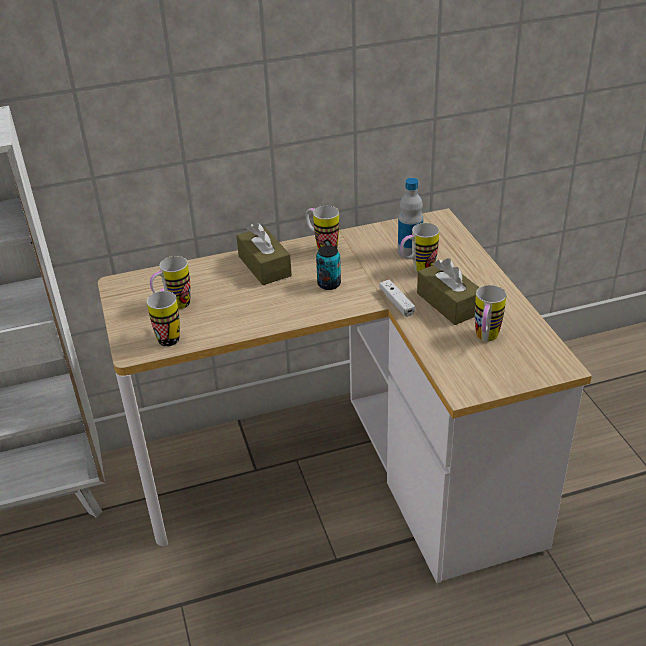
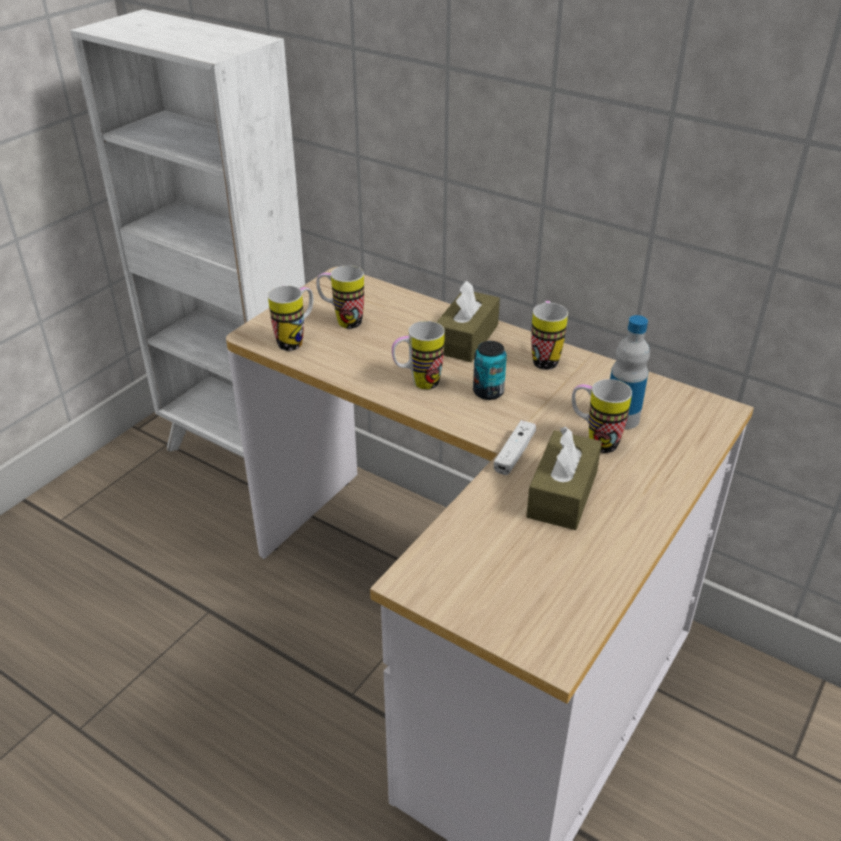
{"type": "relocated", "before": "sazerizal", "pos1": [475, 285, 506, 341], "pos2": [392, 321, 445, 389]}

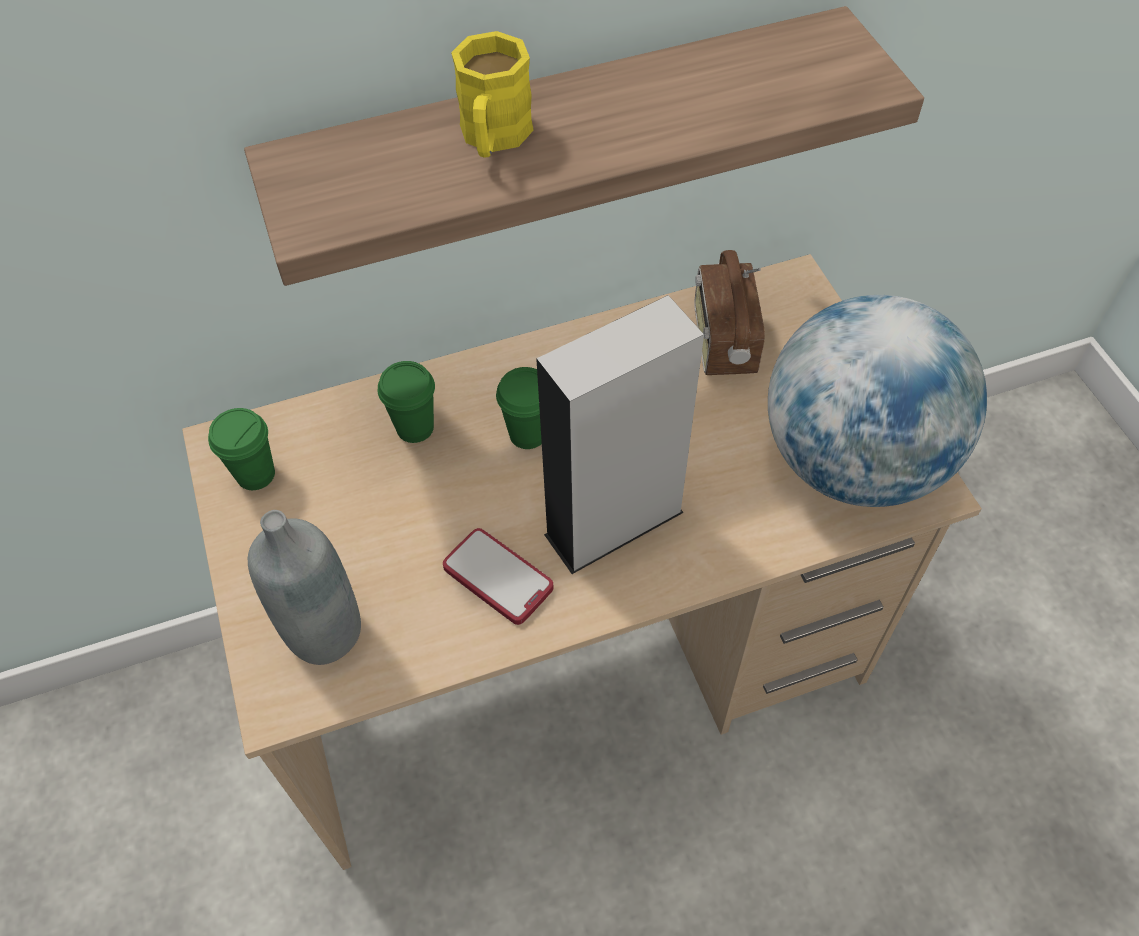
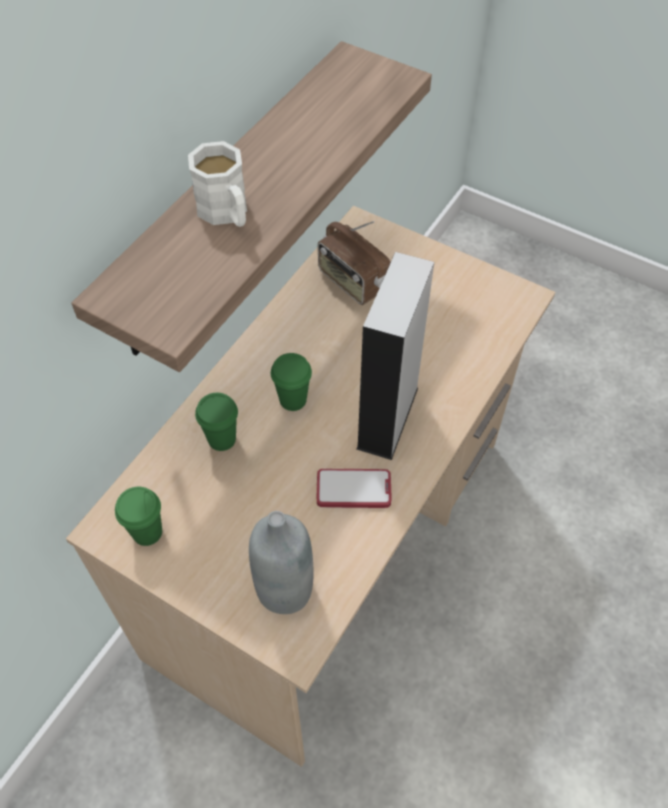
{"type": "colour", "before": "sazerizal (yellow)", "after": "sazerizal (white)", "pos1": [451, 31, 533, 158], "pos2": [188, 141, 247, 227]}
{"type": "missing", "before": "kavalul", "pos1": [768, 295, 987, 507]}

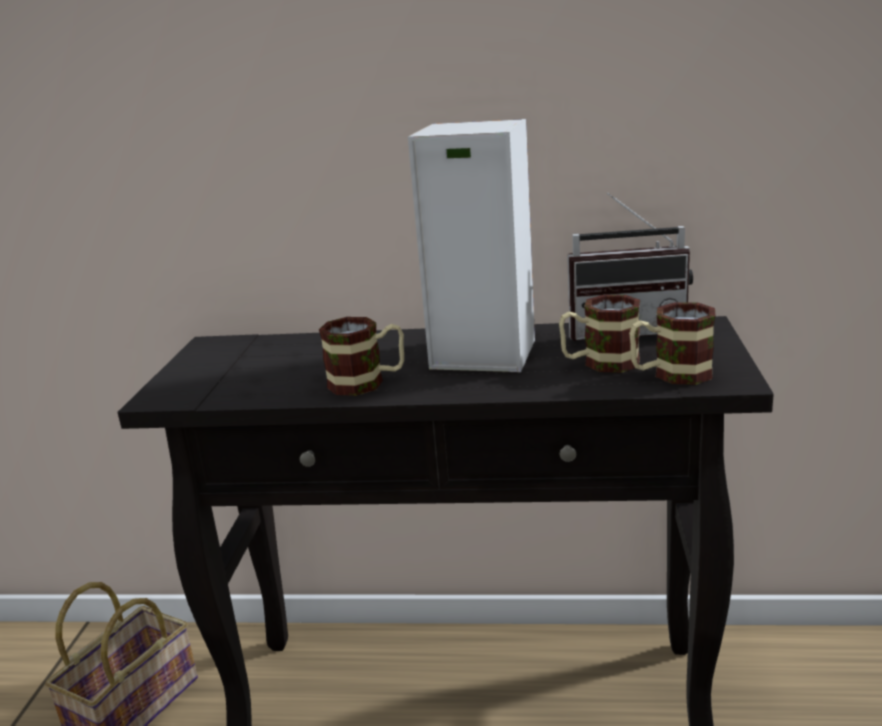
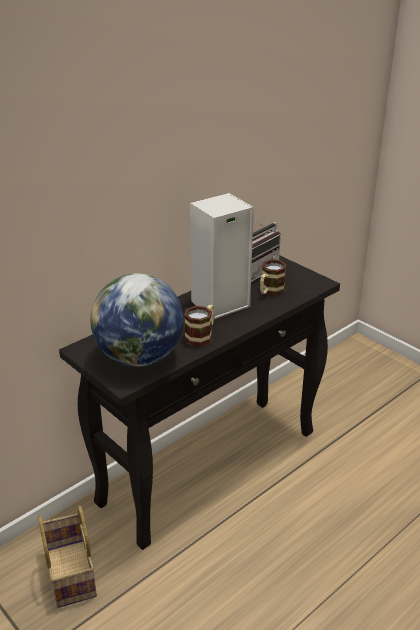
{"type": "missing", "before": "sazerizal", "pos1": [629, 302, 715, 385]}
{"type": "appeared", "after": "kavalul", "pos2": [90, 273, 183, 367]}

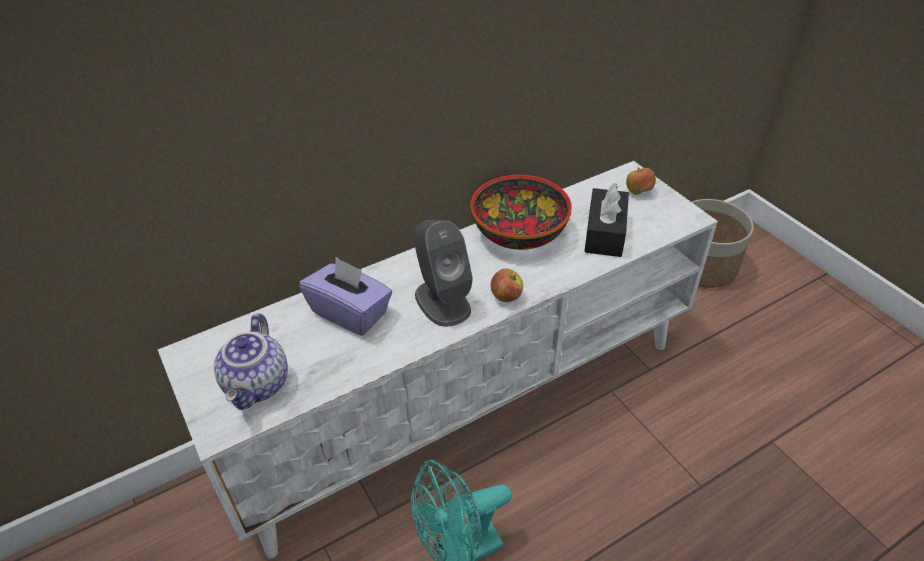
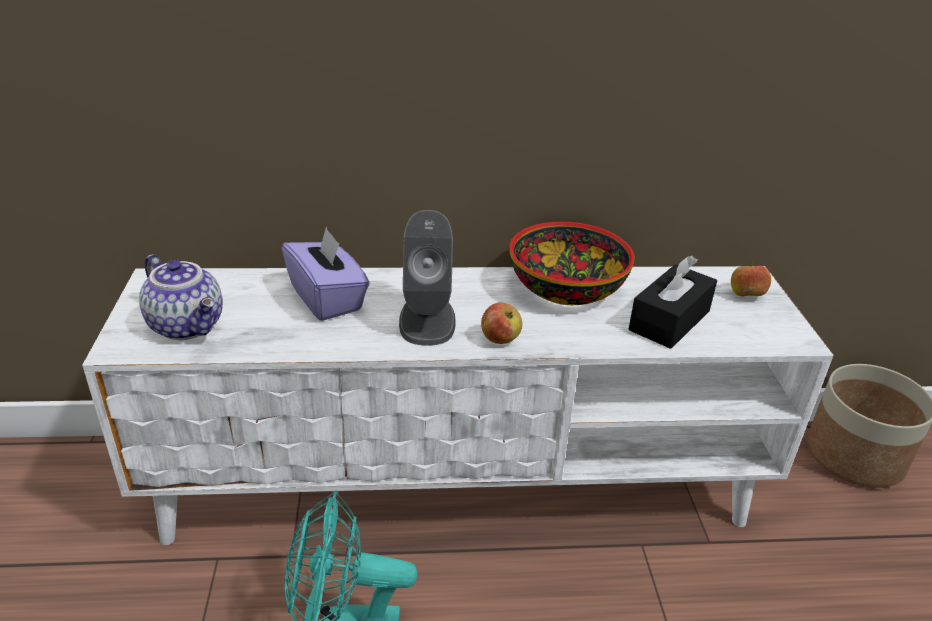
{"type": "spun", "before": "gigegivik", "pos1": [214, 313, 288, 410], "pos2": [139, 254, 223, 340], "turn": -75}

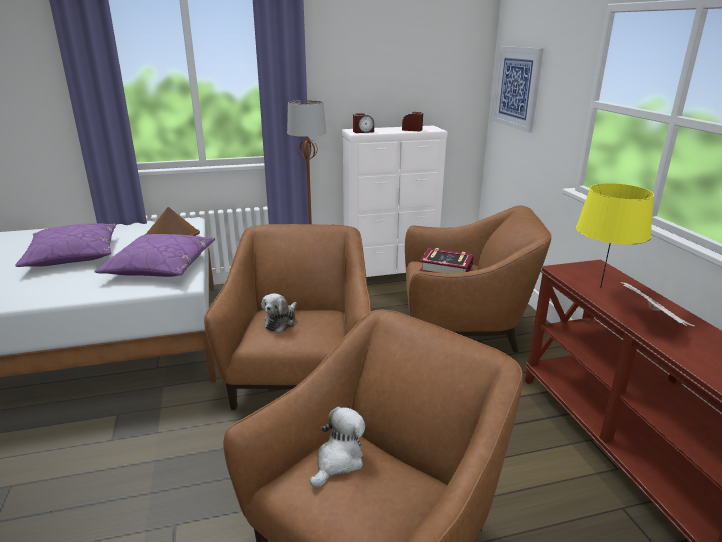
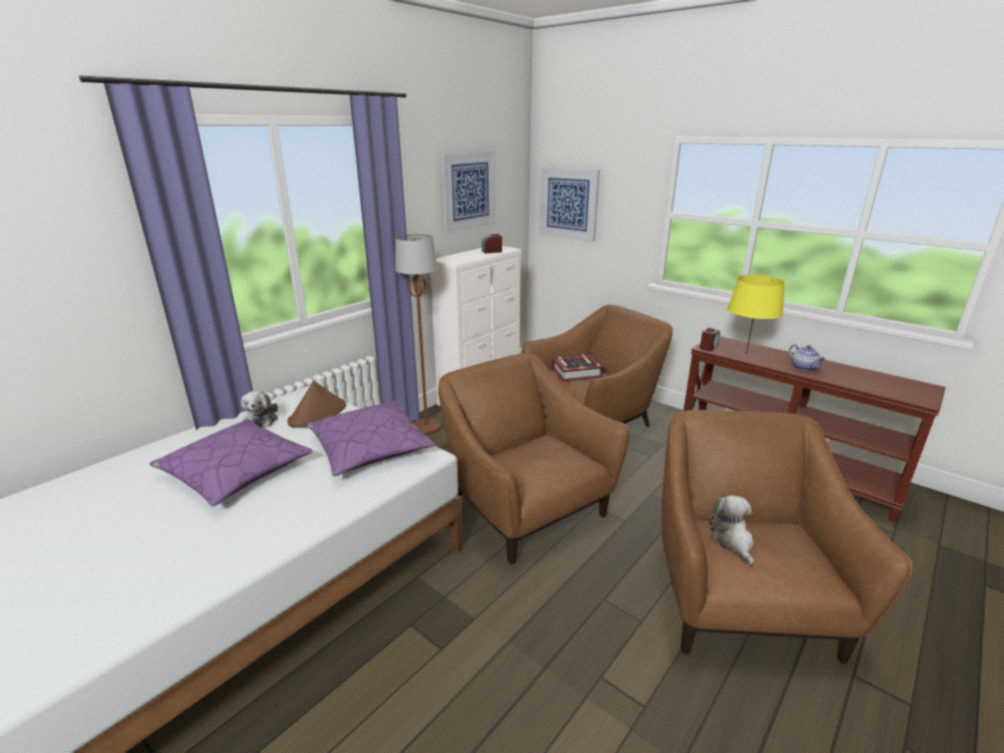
{"type": "relocated", "before": "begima", "pos1": [353, 113, 374, 133], "pos2": [700, 328, 720, 351]}
{"type": "exchanged", "before": "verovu", "after": "gigegivik", "pos1": [621, 282, 694, 326], "pos2": [789, 344, 826, 371]}
{"type": "relocated", "before": "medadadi", "pos1": [262, 293, 297, 333], "pos2": [241, 391, 278, 427]}
{"type": "appeared", "after": "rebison", "pos2": [441, 151, 495, 233]}

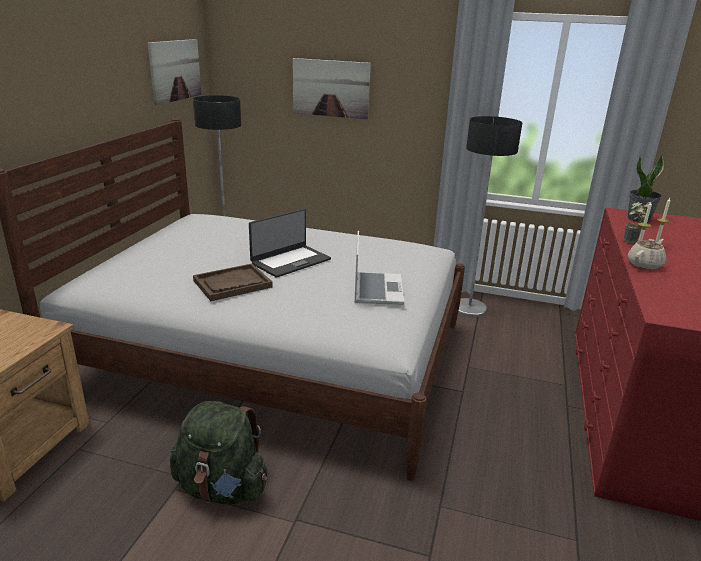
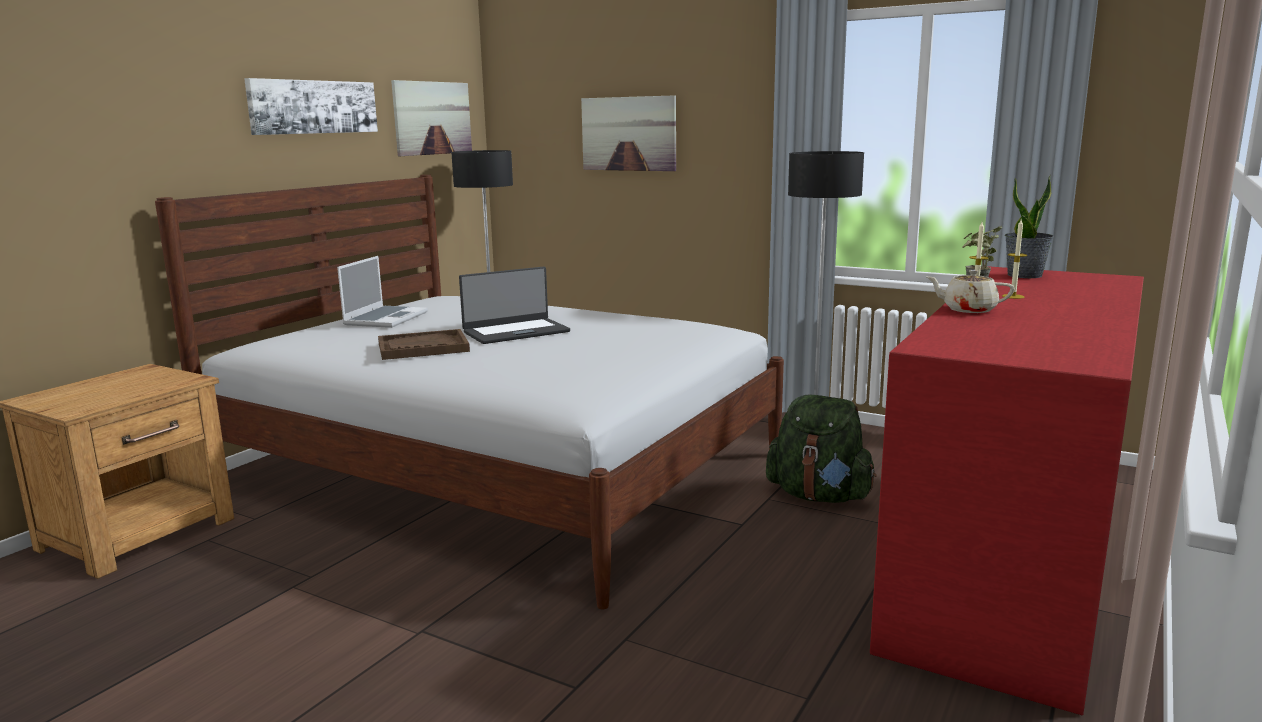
{"type": "relocated", "before": "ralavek", "pos1": [354, 231, 404, 305], "pos2": [337, 256, 428, 328]}
{"type": "spun", "before": "gigegivik (beige)", "pos1": [628, 239, 666, 269], "pos2": [927, 270, 1015, 313], "turn": -135}
{"type": "relocated", "before": "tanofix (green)", "pos1": [170, 401, 267, 505], "pos2": [766, 395, 877, 503]}
{"type": "appeared", "after": "rebison", "pos2": [244, 78, 378, 135]}

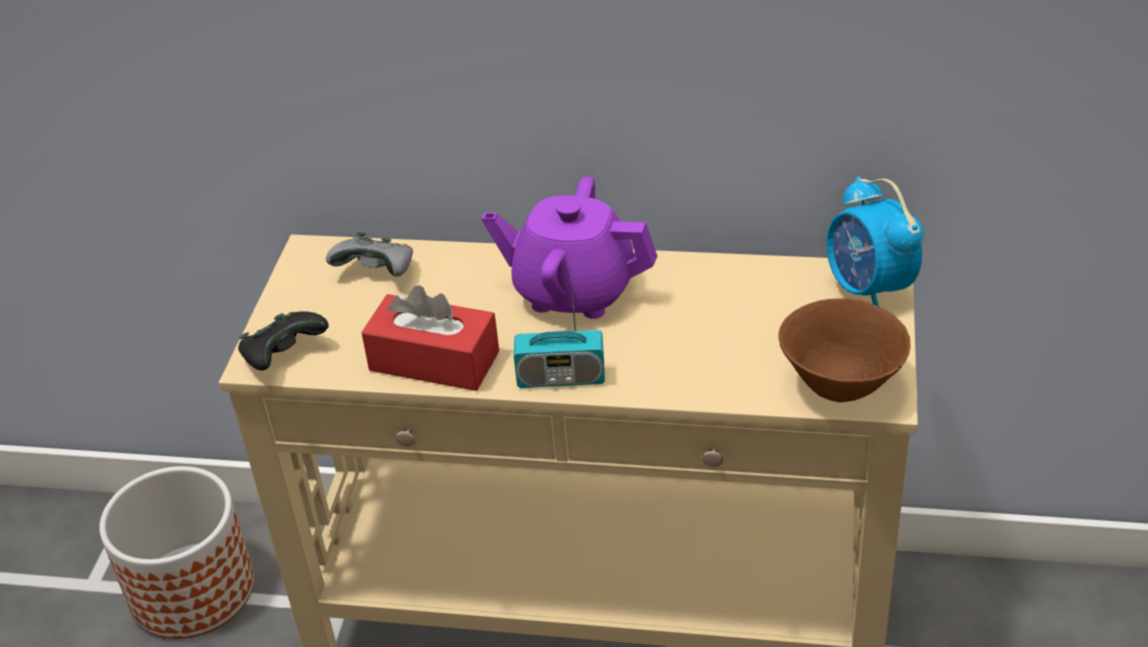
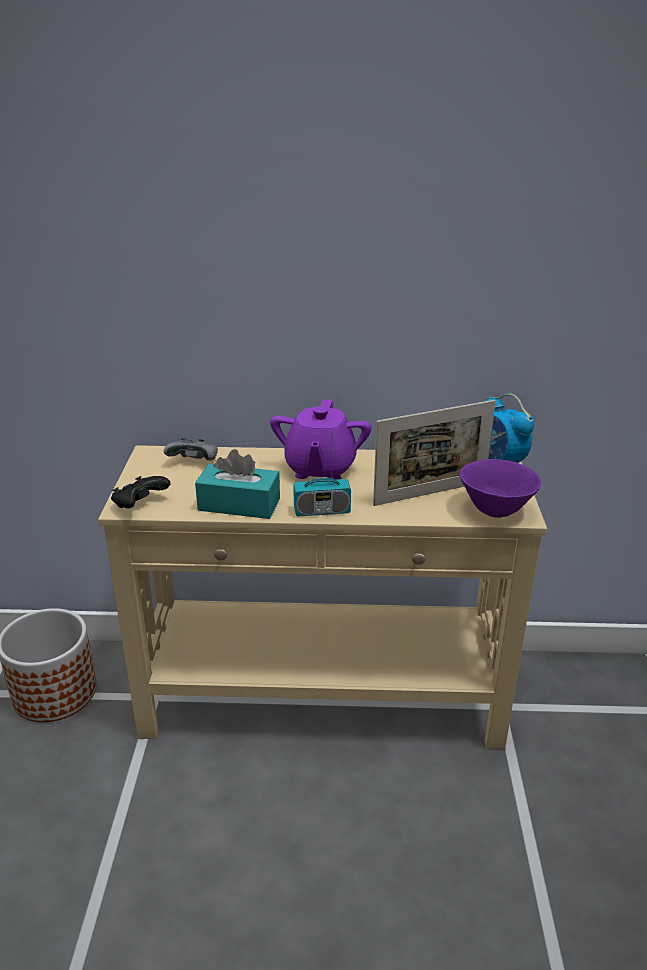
{"type": "spun", "before": "gigegivik (purple)", "pos1": [482, 176, 657, 319], "pos2": [270, 399, 372, 480], "turn": -90}
{"type": "colour", "before": "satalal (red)", "after": "satalal (turquoise)", "pos1": [361, 285, 499, 391], "pos2": [195, 449, 280, 519]}
{"type": "colour", "before": "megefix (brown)", "after": "megefix (purple)", "pos1": [779, 298, 910, 402], "pos2": [460, 459, 541, 518]}
{"type": "appeared", "after": "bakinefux", "pos2": [373, 400, 496, 506]}

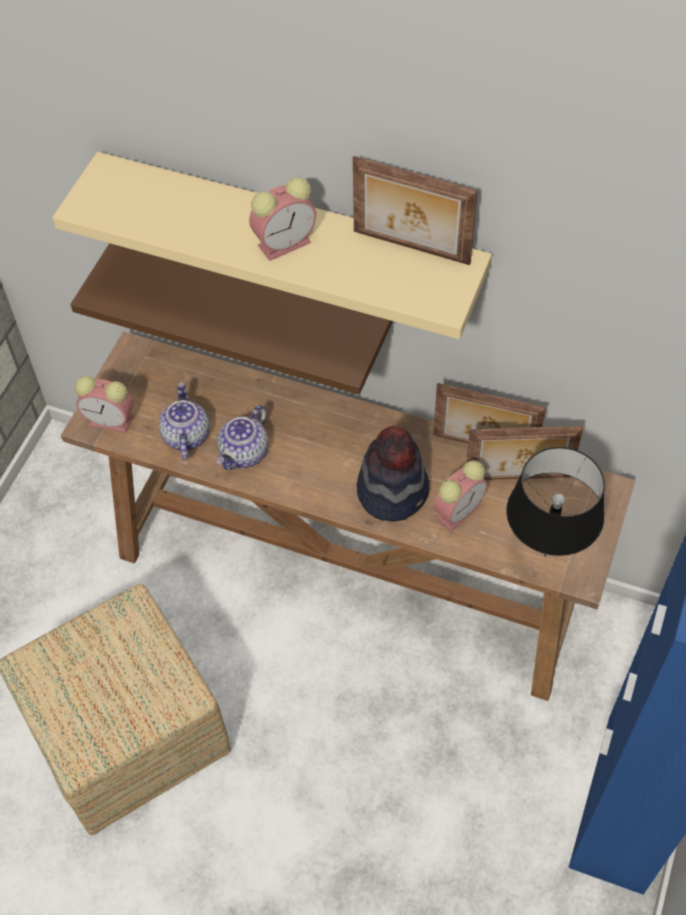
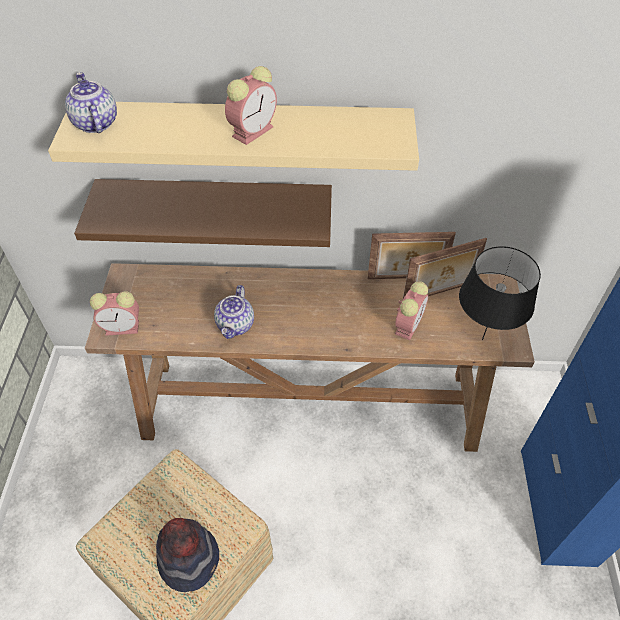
{"type": "missing", "before": "bakinefux", "pos1": [353, 156, 478, 265]}
{"type": "relocated", "before": "gigegivik", "pos1": [159, 382, 209, 460], "pos2": [65, 72, 117, 133]}
{"type": "relocated", "before": "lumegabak", "pos1": [356, 426, 429, 521], "pos2": [156, 518, 219, 592]}

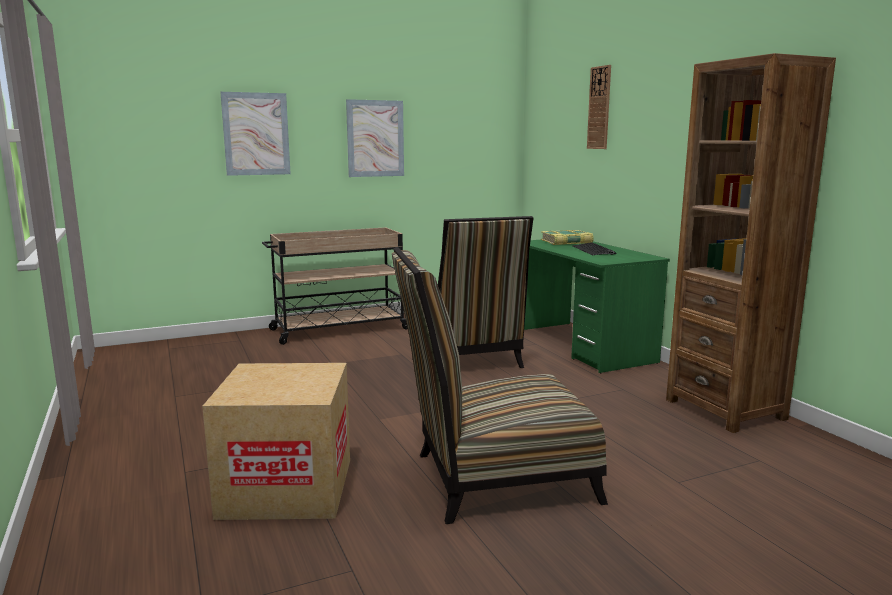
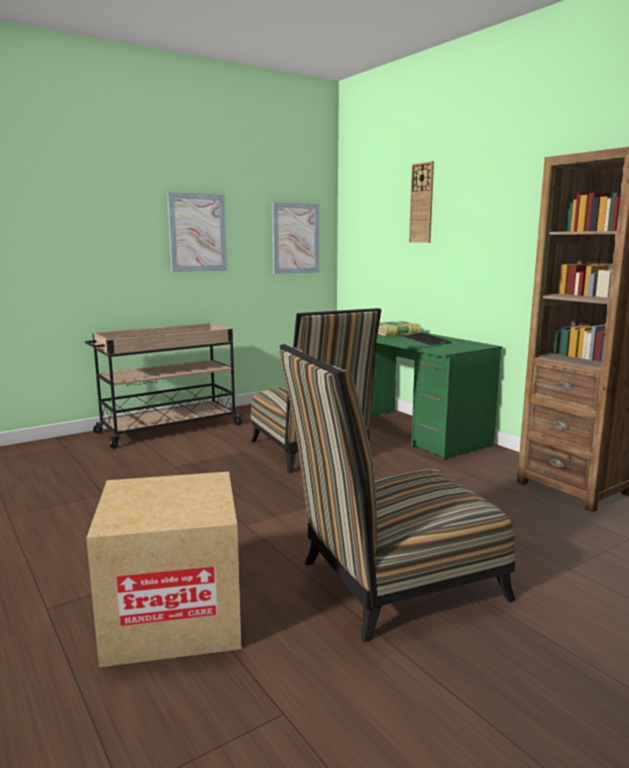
{"type": "relocated", "before": "rebison", "pos1": [220, 92, 291, 176], "pos2": [272, 202, 319, 274]}

